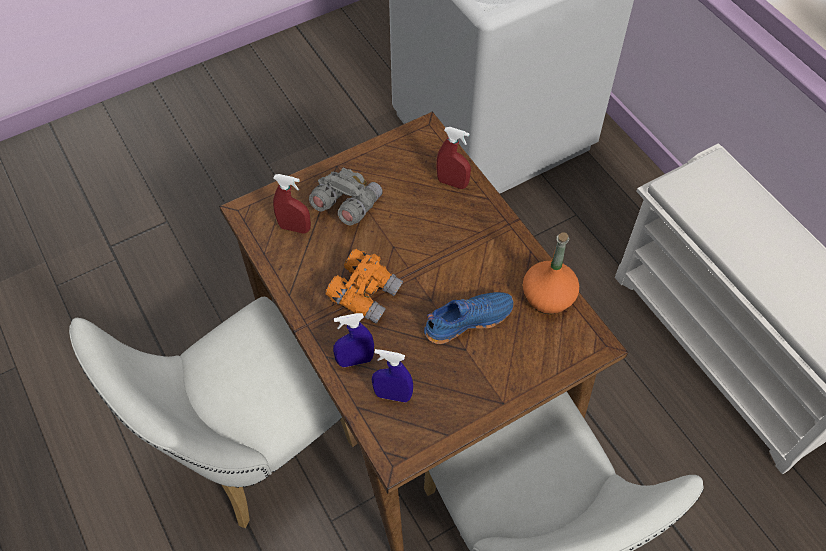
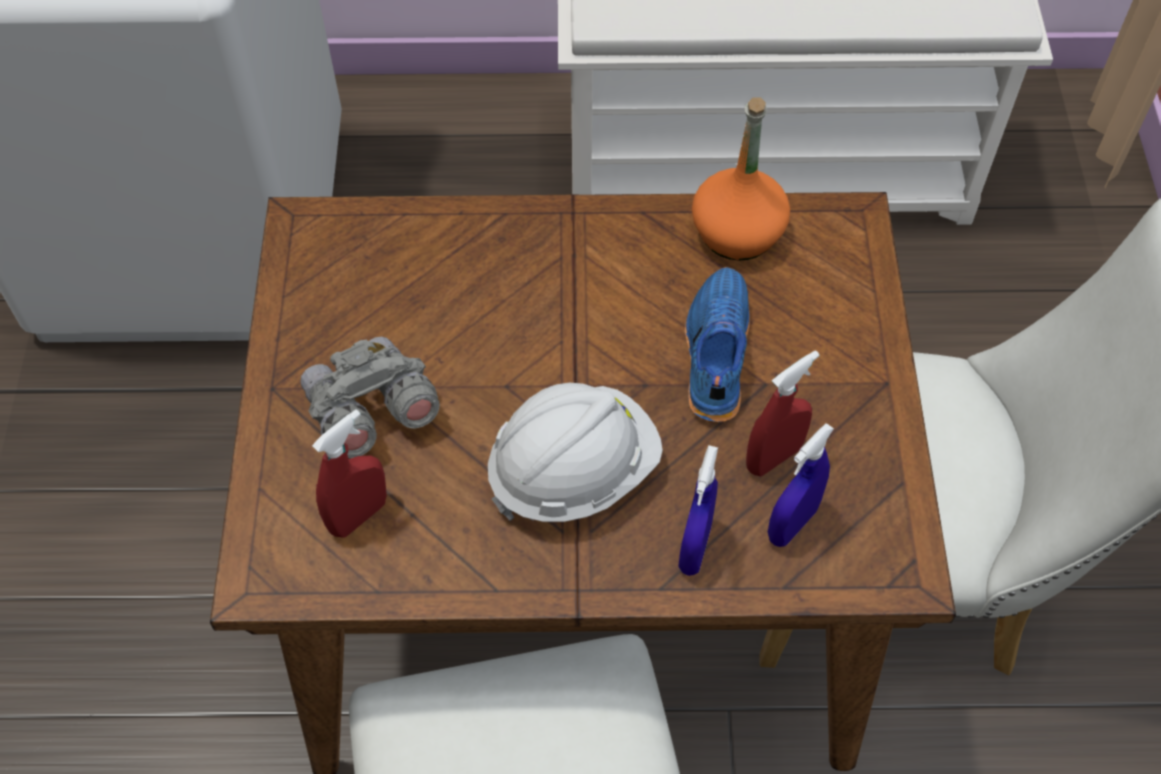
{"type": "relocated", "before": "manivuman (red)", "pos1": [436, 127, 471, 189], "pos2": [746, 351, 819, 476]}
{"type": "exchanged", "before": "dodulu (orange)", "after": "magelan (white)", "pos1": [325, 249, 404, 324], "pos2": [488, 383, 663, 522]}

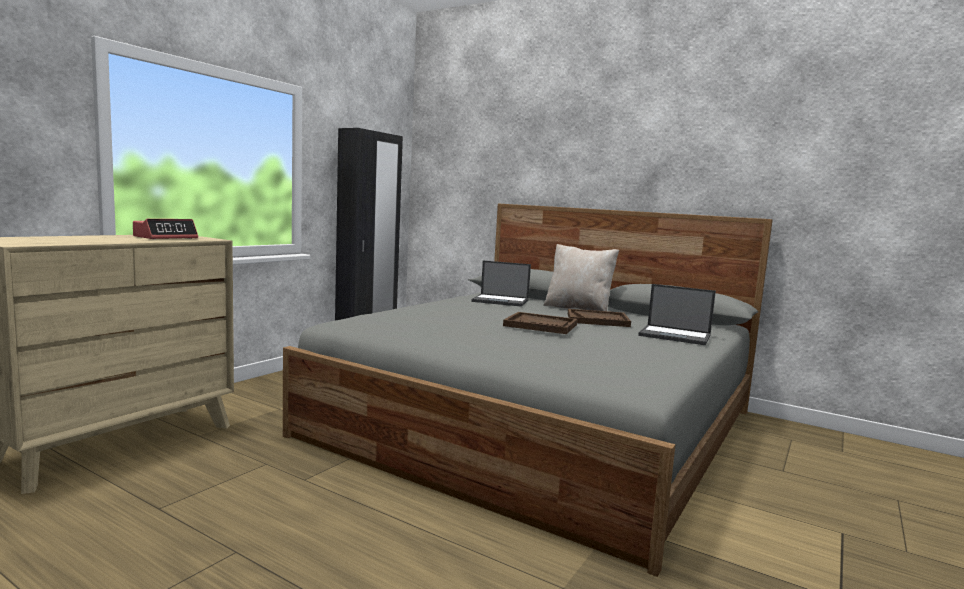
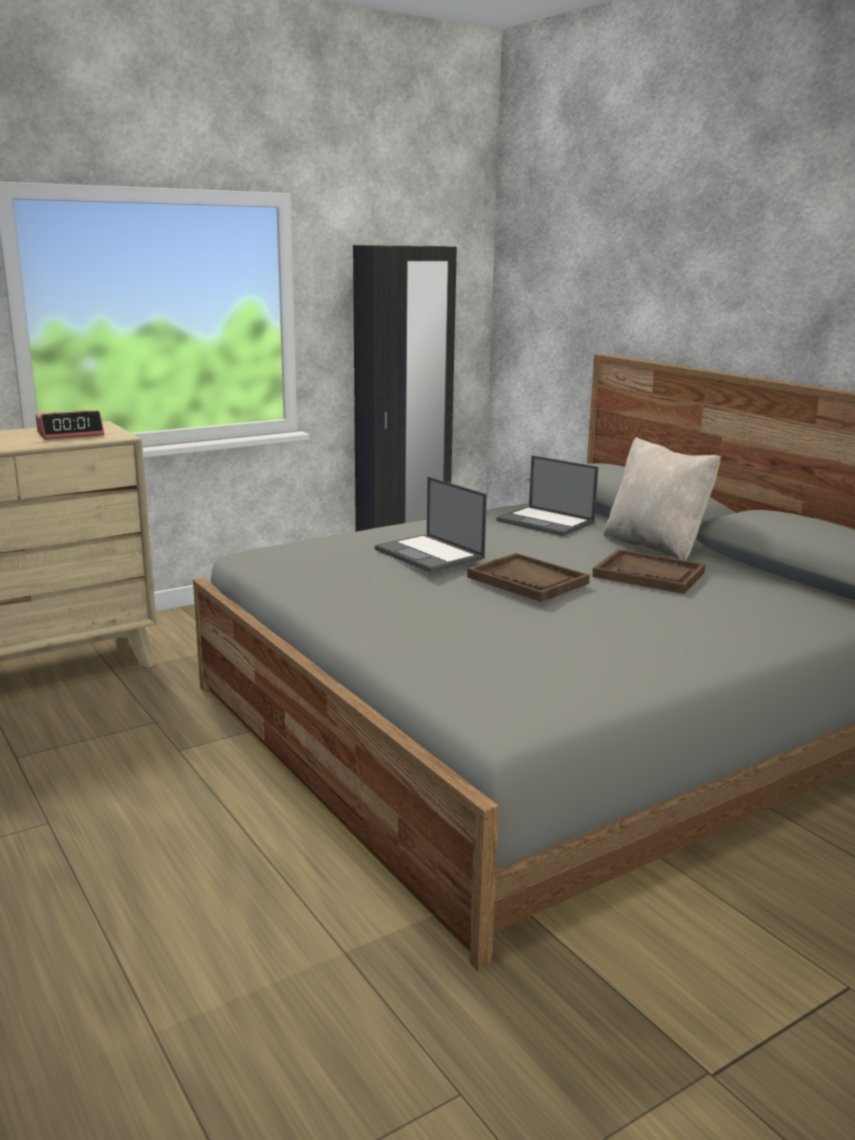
{"type": "relocated", "before": "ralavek", "pos1": [638, 284, 716, 345], "pos2": [375, 477, 487, 573]}

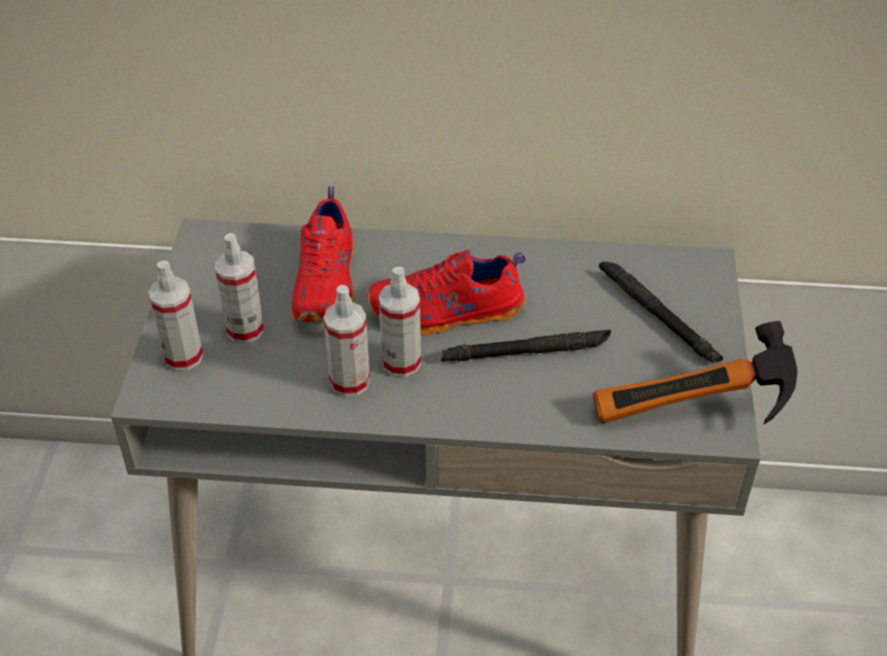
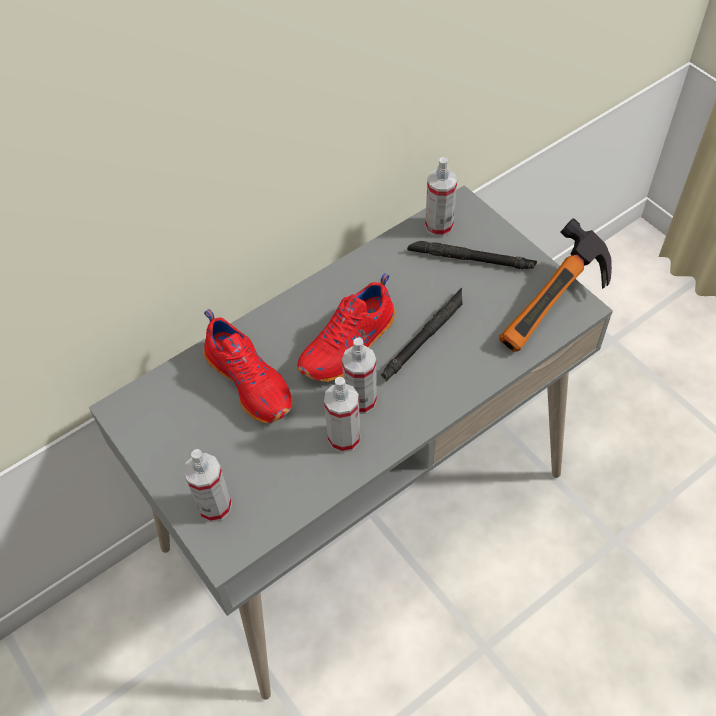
{"type": "relocated", "before": "manivuman", "pos1": [215, 233, 264, 343], "pos2": [425, 157, 457, 237]}

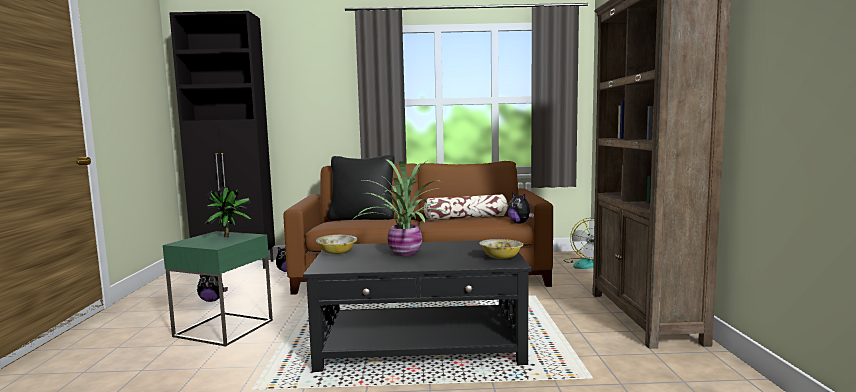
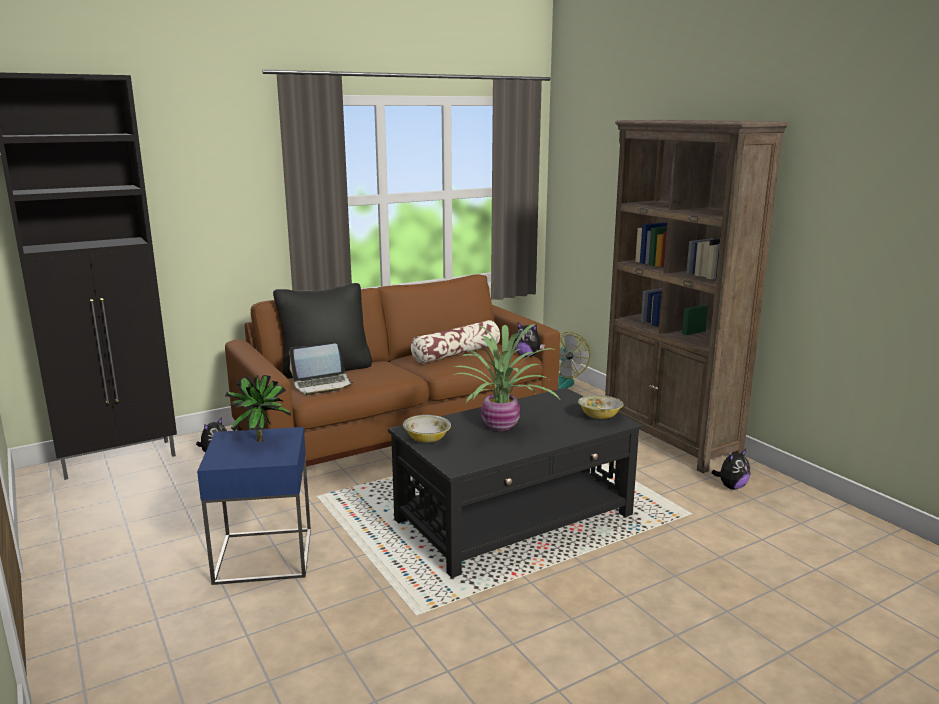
{"type": "colour", "before": "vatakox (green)", "after": "vatakox (blue)", "pos1": [163, 231, 273, 347], "pos2": [197, 427, 311, 585]}
{"type": "relocated", "before": "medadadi", "pos1": [197, 275, 228, 302], "pos2": [711, 449, 750, 490]}
{"type": "appeared", "after": "ralavek", "pos2": [289, 344, 353, 395]}

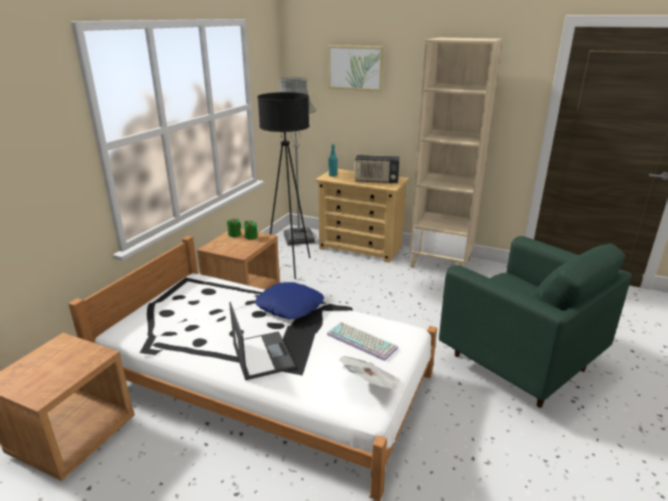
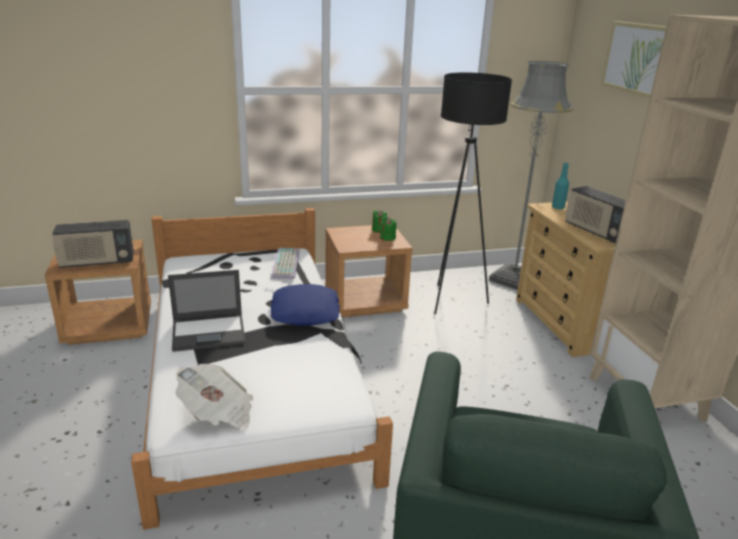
{"type": "spun", "before": "ralavek", "pos1": [229, 302, 295, 380], "pos2": [168, 270, 246, 352], "turn": 45}
{"type": "relocated", "before": "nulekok", "pos1": [327, 322, 398, 361], "pos2": [271, 248, 300, 279]}
{"type": "appeared", "after": "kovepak", "pos2": [52, 220, 134, 268]}

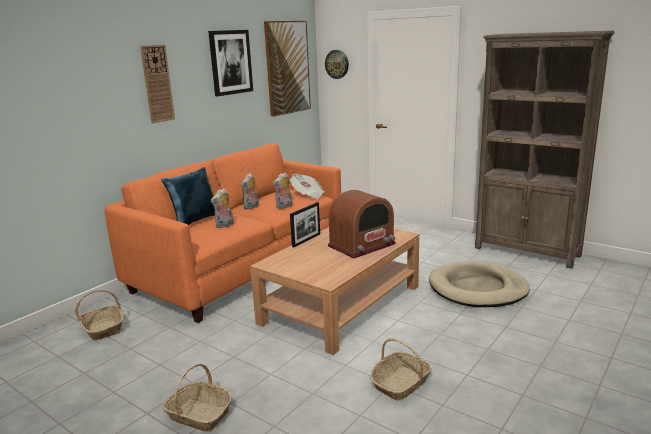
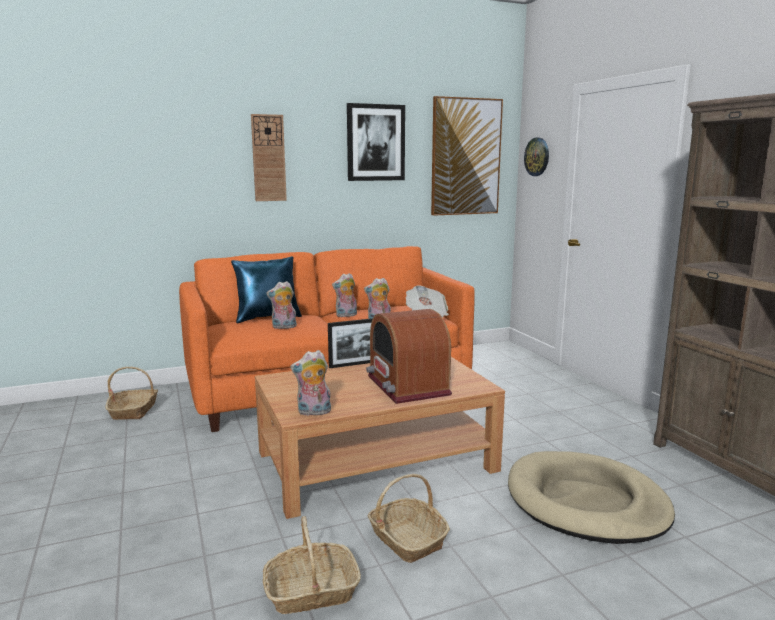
{"type": "spun", "before": "kovepak", "pos1": [328, 190, 396, 258], "pos2": [366, 309, 452, 404], "turn": 75}
{"type": "relocated", "before": "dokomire", "pos1": [163, 363, 232, 432], "pos2": [368, 474, 450, 563]}
{"type": "appeared", "after": "medadadi", "pos2": [290, 350, 331, 416]}

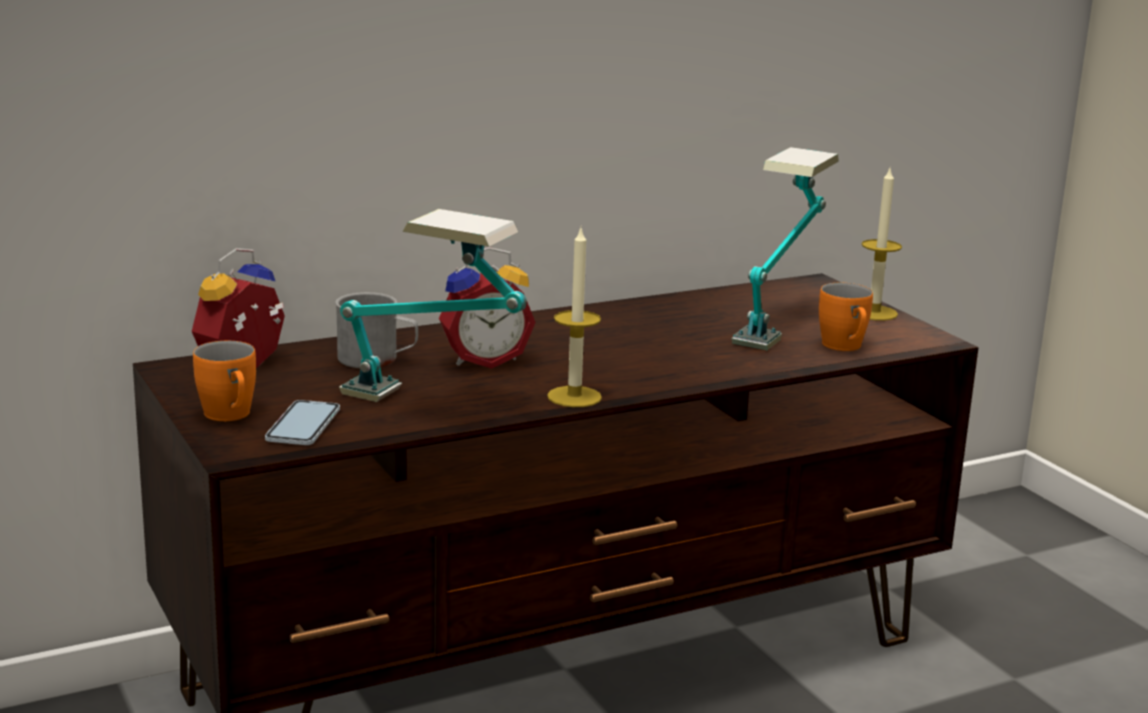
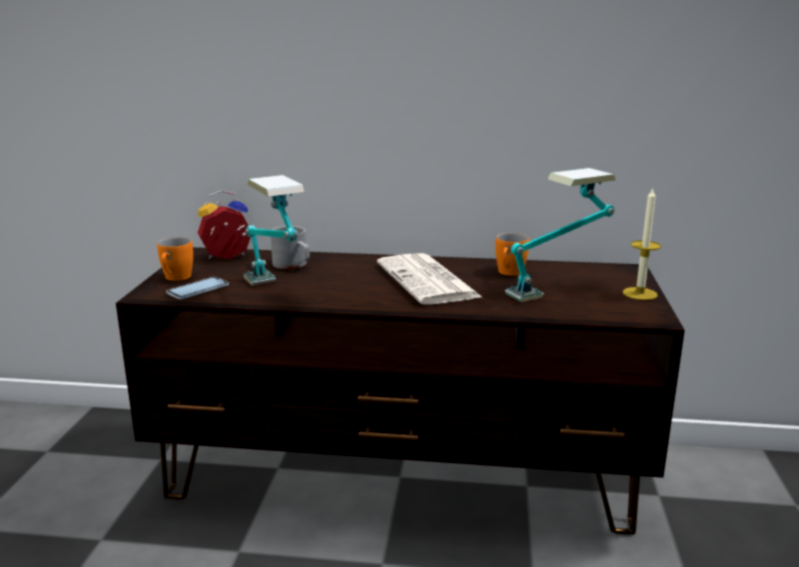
{"type": "missing", "before": "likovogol", "pos1": [547, 229, 602, 407]}
{"type": "missing", "before": "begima", "pos1": [439, 247, 536, 369]}
{"type": "relocated", "before": "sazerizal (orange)", "pos1": [819, 283, 873, 351], "pos2": [495, 233, 529, 276]}
{"type": "appeared", "after": "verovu", "pos2": [377, 253, 483, 304]}

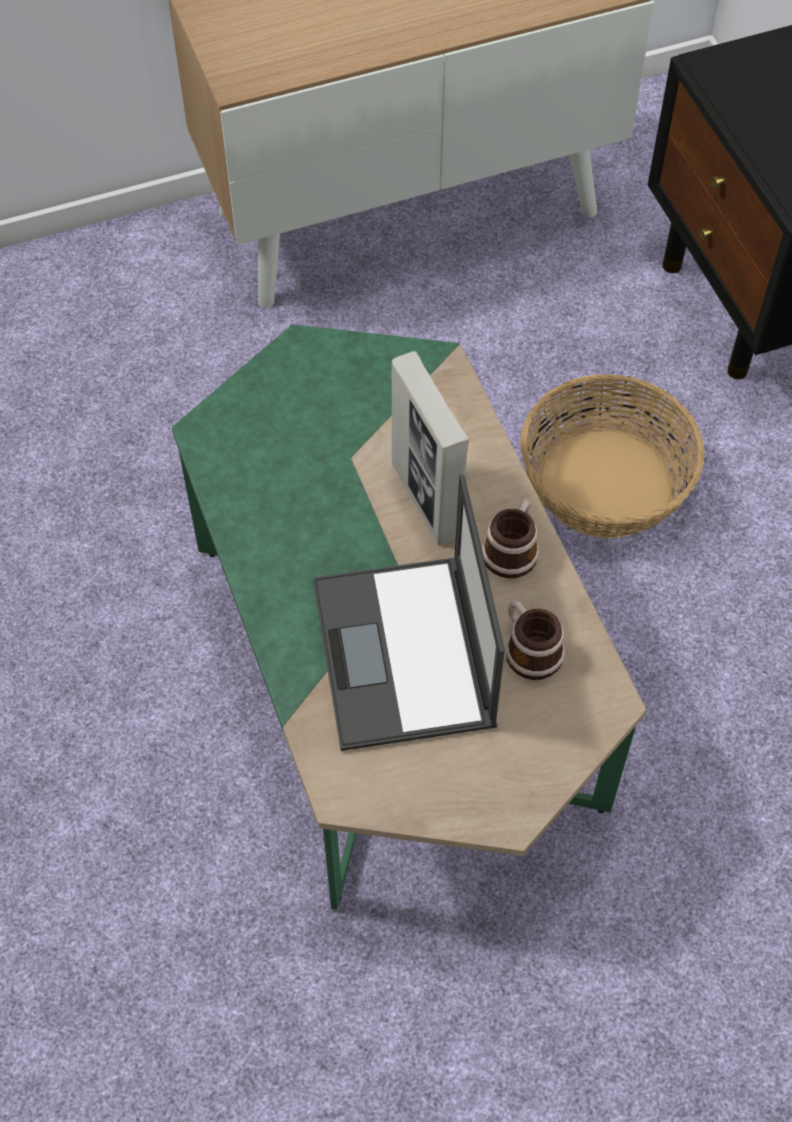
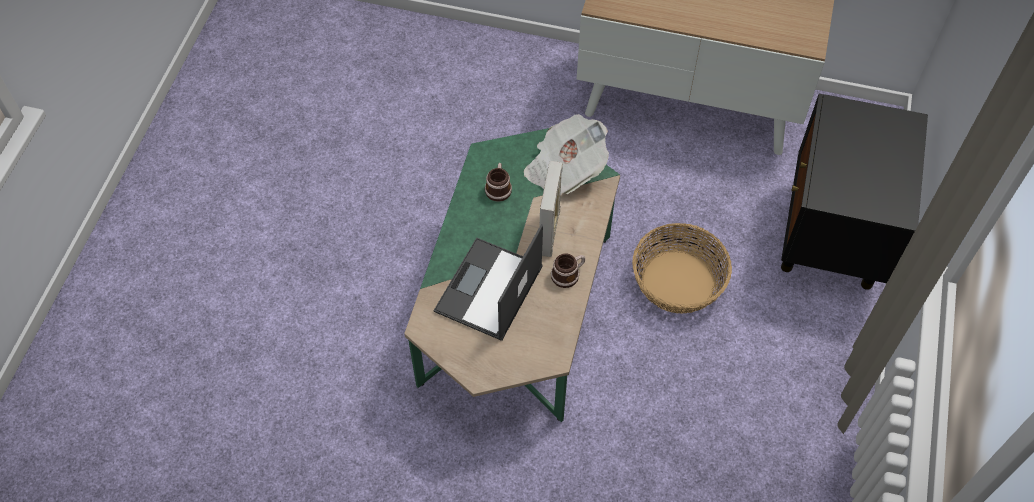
{"type": "relocated", "before": "sazerizal", "pos1": [505, 600, 565, 680], "pos2": [485, 163, 512, 202]}
{"type": "appeared", "after": "verovu", "pos2": [524, 114, 609, 196]}

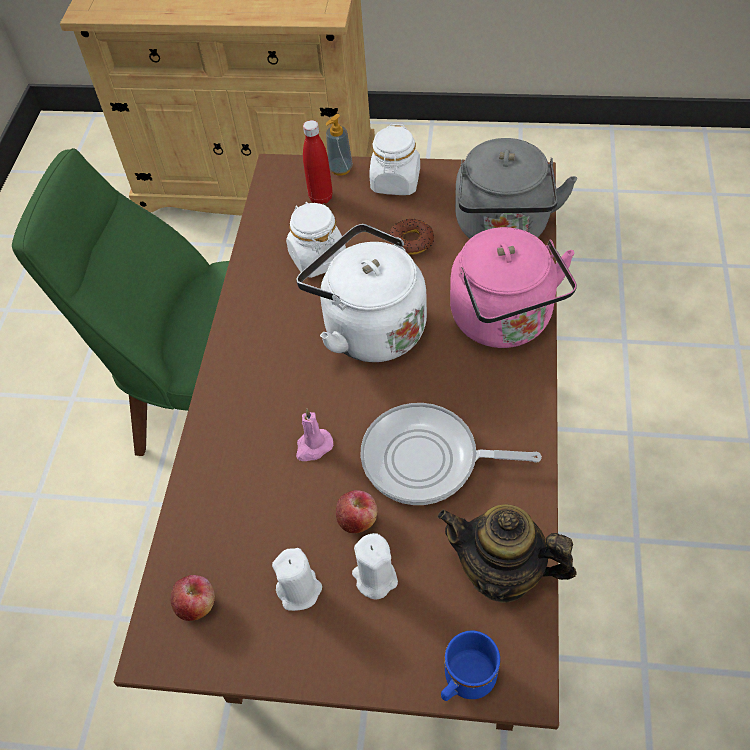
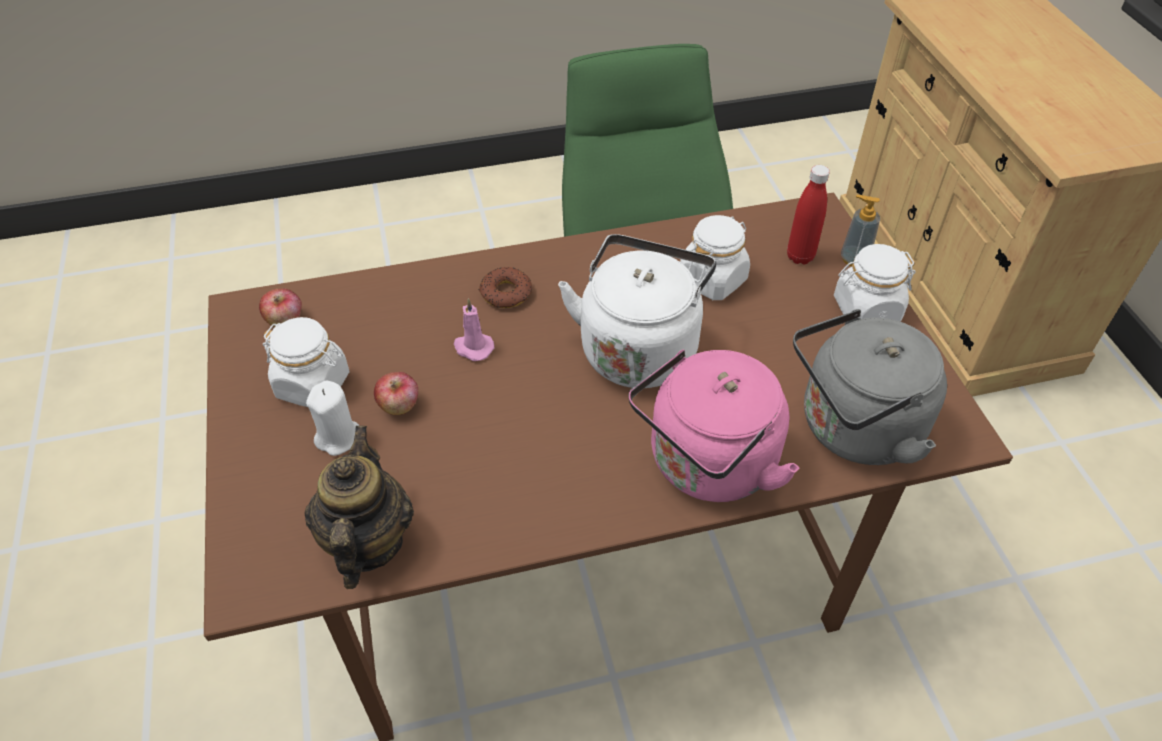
{"type": "relocated", "before": "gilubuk", "pos1": [389, 219, 434, 255], "pos2": [479, 267, 532, 308]}
{"type": "missing", "before": "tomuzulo", "pos1": [361, 403, 542, 505]}
{"type": "exchanged", "before": "likovogol (white)", "after": "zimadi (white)", "pos1": [272, 548, 322, 611], "pos2": [263, 317, 349, 407]}
{"type": "missing", "before": "sazerizal (blue)", "pos1": [441, 631, 500, 701]}

